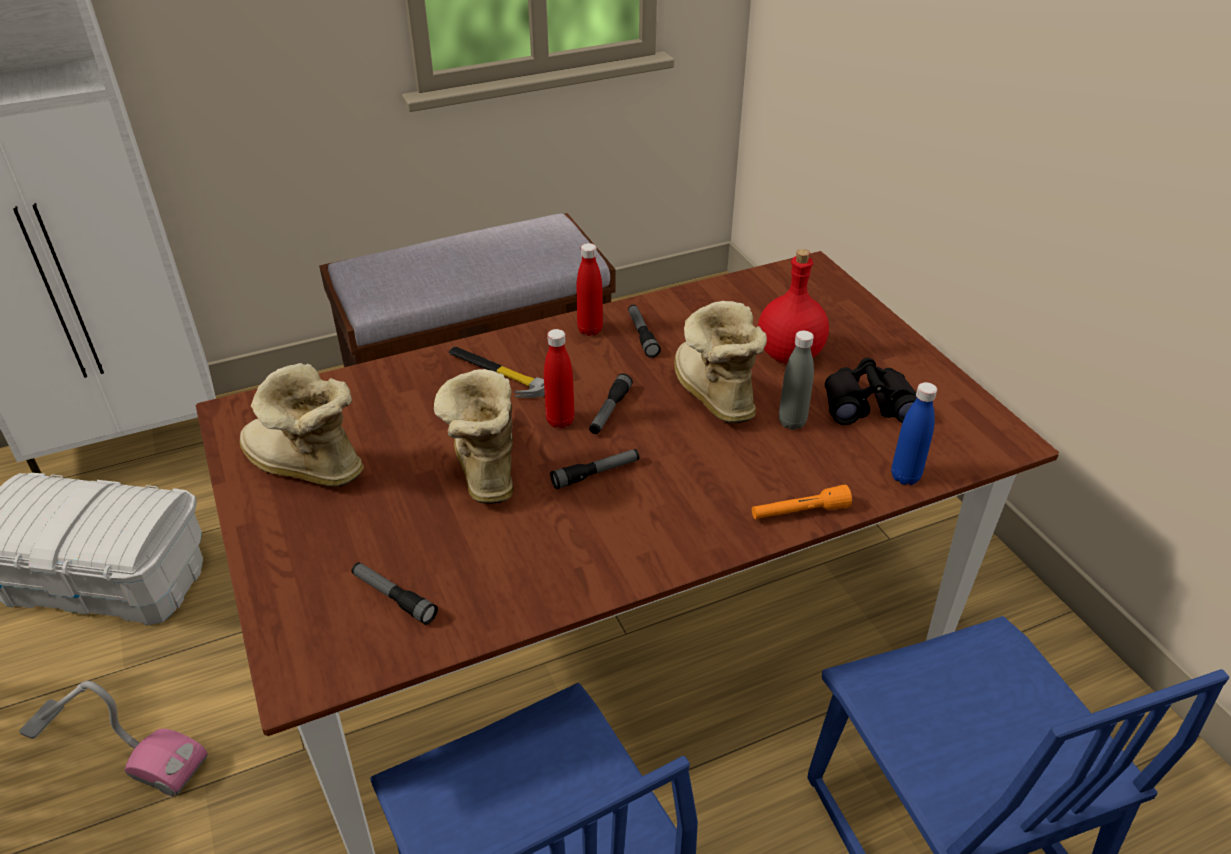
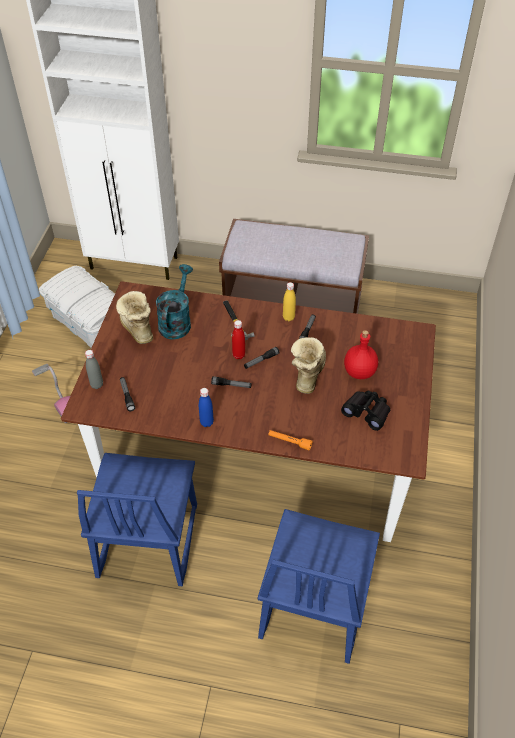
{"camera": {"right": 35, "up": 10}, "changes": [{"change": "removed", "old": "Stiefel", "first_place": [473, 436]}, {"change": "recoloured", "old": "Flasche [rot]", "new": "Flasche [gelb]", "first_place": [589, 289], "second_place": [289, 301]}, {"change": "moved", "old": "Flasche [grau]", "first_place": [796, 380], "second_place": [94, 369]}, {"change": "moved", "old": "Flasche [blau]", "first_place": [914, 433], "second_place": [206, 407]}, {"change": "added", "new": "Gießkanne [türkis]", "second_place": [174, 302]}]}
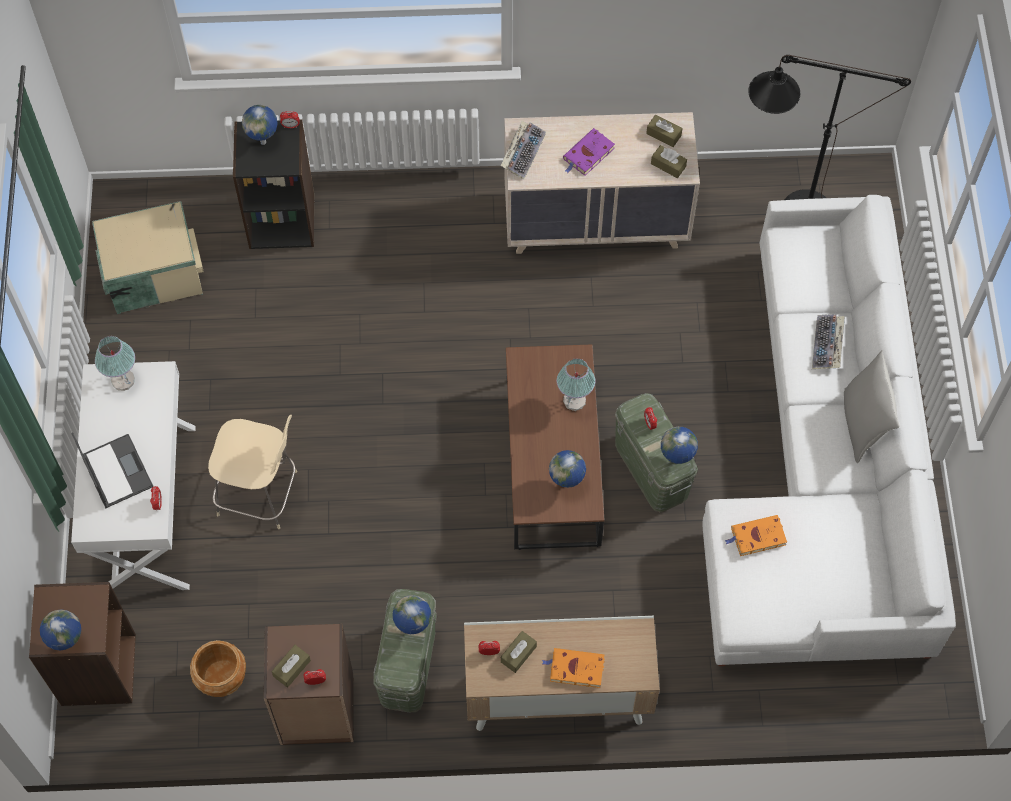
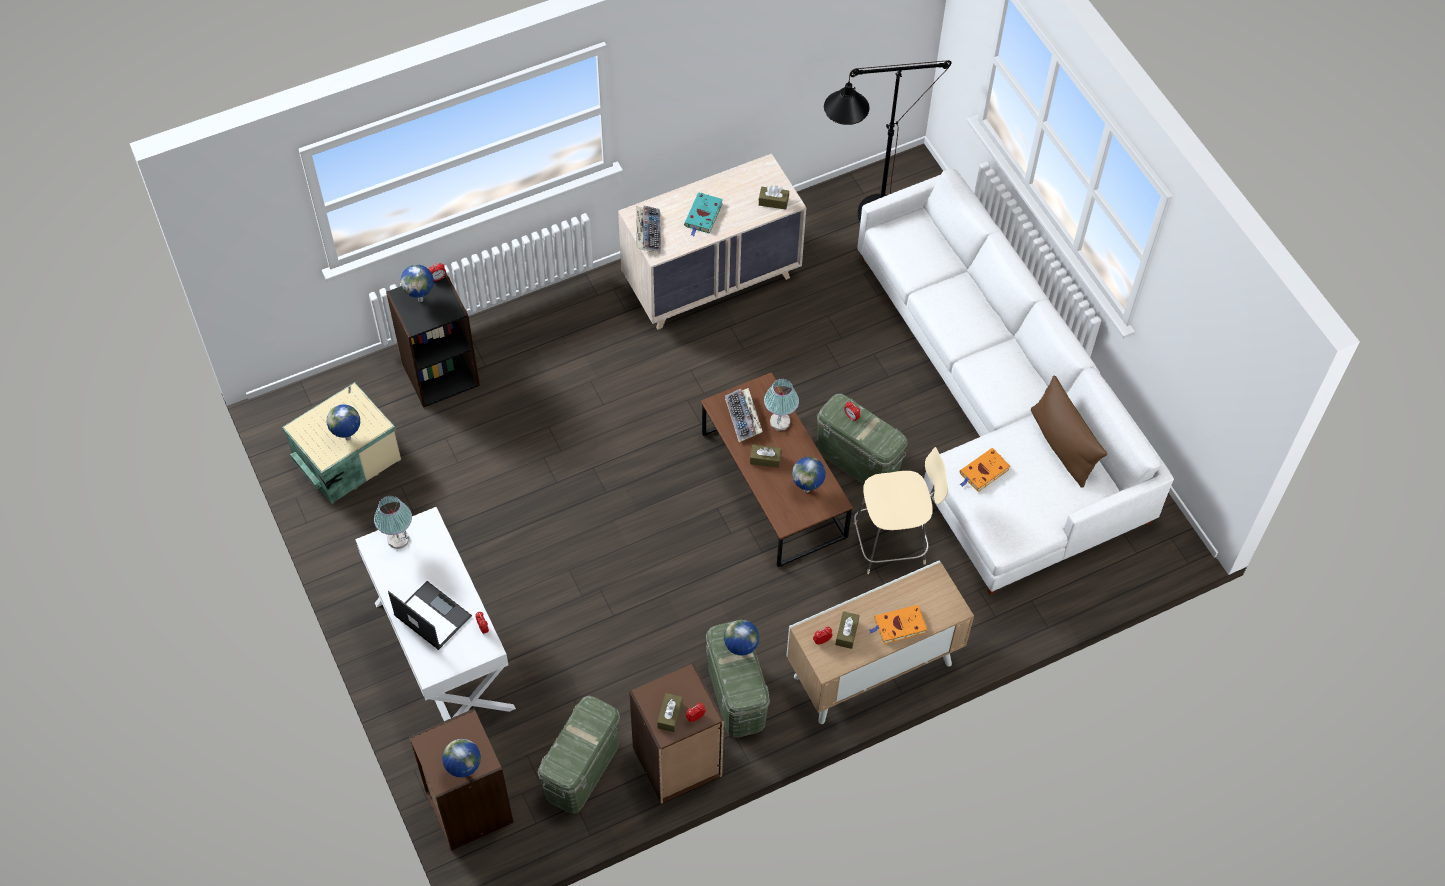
{"camera": {"right": -25, "up": -5}, "changes": [{"change": "replaced", "old": "Pflanzkübel [braun]", "new": "Aufbewahrungsbox [grün]", "first_place": [218, 668], "second_place": [579, 755]}, {"change": "moved", "old": "Stuhl [beige]", "first_place": [252, 472], "second_place": [901, 510]}, {"change": "recoloured", "old": "Buch [lila]", "new": "Buch [türkis]", "first_place": [589, 152], "second_place": [703, 214]}, {"change": "moved", "old": "Taschentuchbox [braun]", "first_place": [664, 131], "second_place": [766, 456]}, {"change": "moved", "old": "Globus", "first_place": [679, 445], "second_place": [343, 422]}, {"change": "moved", "old": "Tastatur", "first_place": [828, 341], "second_place": [744, 415]}, {"change": "removed", "old": "Kissen [grau]", "first_place": [871, 406]}, {"change": "added", "new": "Kissen [braun]", "second_place": [1069, 431]}]}
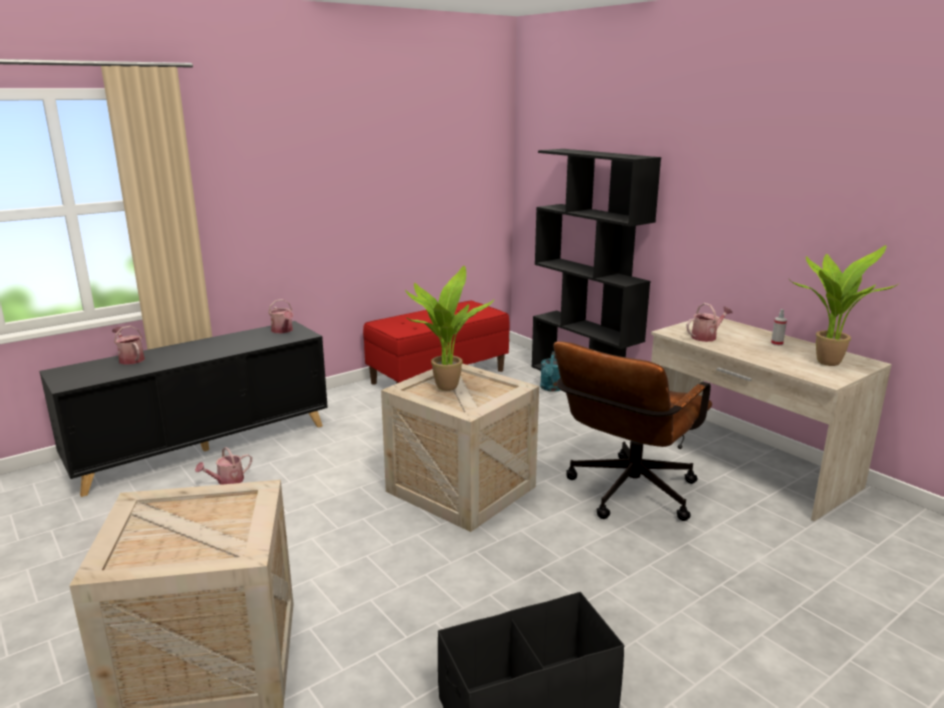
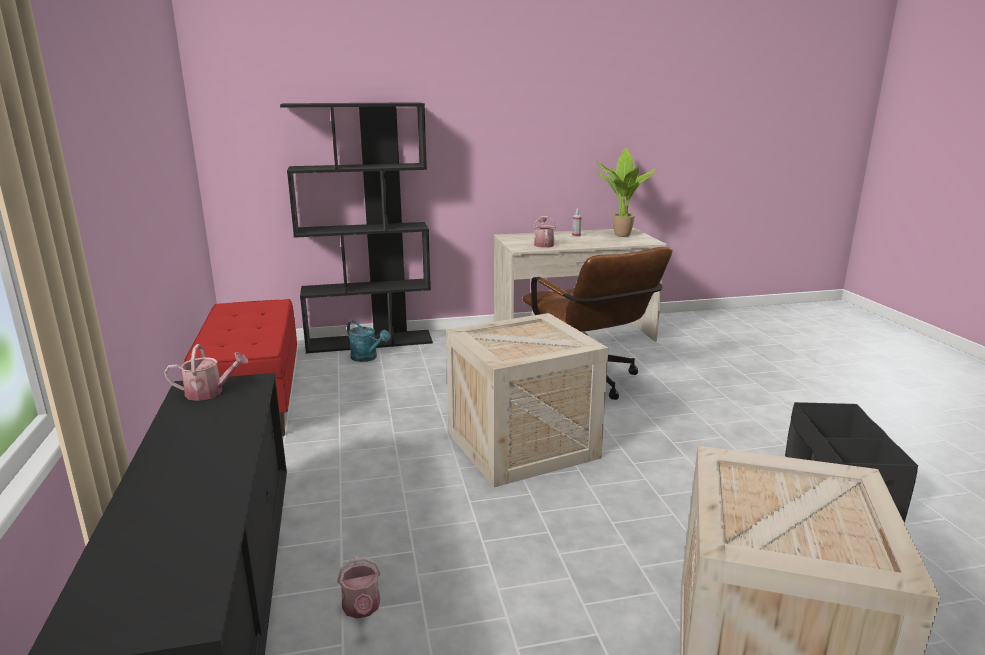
{"camera": {"right": -65, "up": 0}, "changes": [{"change": "removed", "old": "Gießkanne", "first_place": [128, 345]}, {"change": "removed", "old": "Topfpflanze", "first_place": [449, 328]}]}
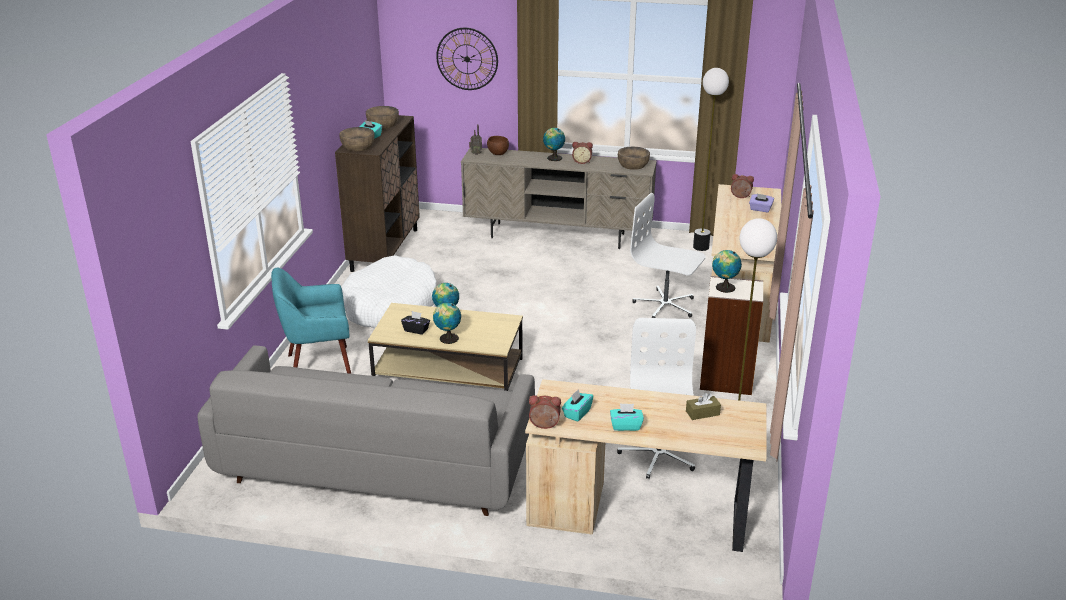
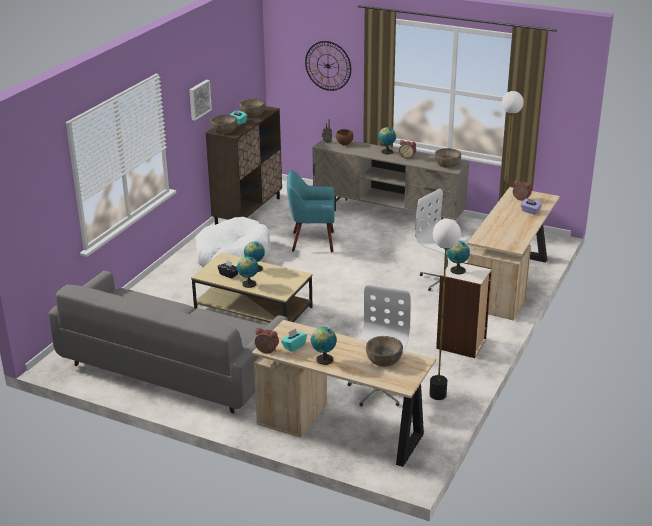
{"camera": {"right": 15, "up": 0}, "changes": [{"change": "moved", "old": "Sessel [türkis]", "first_place": [311, 321], "second_place": [311, 211]}, {"change": "replaced", "old": "Taschentuchbox [türkis]", "new": "Globus", "first_place": [627, 417], "second_place": [324, 346]}, {"change": "replaced", "old": "Taschentuchbox [braun]", "new": "Schüssel [braun]", "first_place": [703, 406], "second_place": [384, 351]}, {"change": "added", "new": "Bild", "second_place": [200, 100]}]}
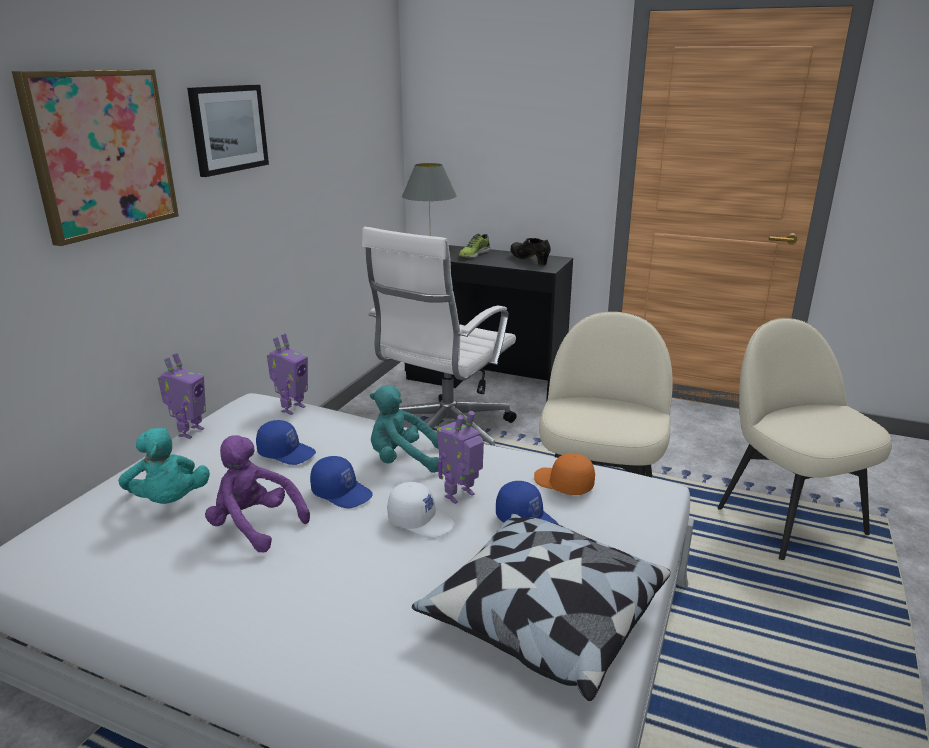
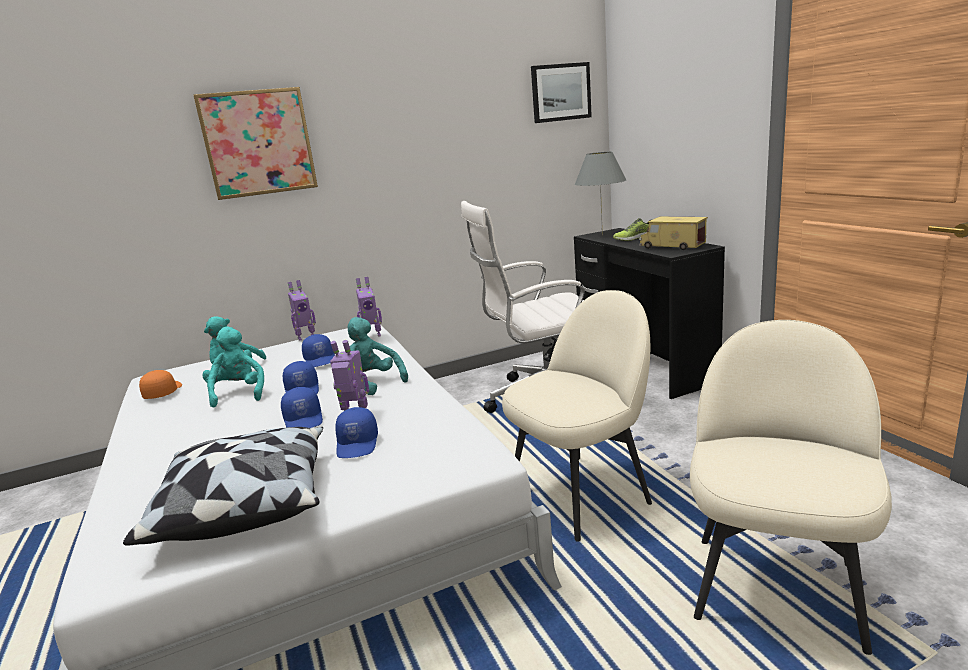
{"camera": {"right": 45, "up": -5}, "changes": [{"change": "moved", "old": "Bild", "first_place": [228, 131], "second_place": [561, 92]}, {"change": "recoloured", "old": "Plüschtier [lila]", "new": "Plüschtier [türkis]", "first_place": [257, 493], "second_place": [233, 367]}, {"change": "recoloured", "old": "Kappe [weiß]", "new": "Kappe [blau]", "first_place": [421, 510], "second_place": [302, 407]}, {"change": "replaced", "old": "Schuh [schwarz]", "new": "Spielzeuglaster", "first_place": [530, 251], "second_place": [673, 233]}, {"change": "moved", "old": "Kappe [orange]", "first_place": [564, 474], "second_place": [160, 384]}]}
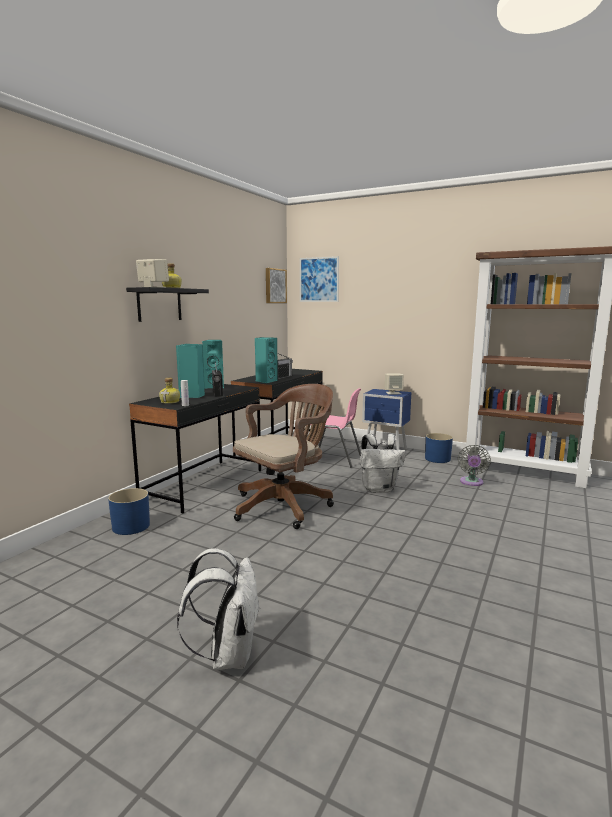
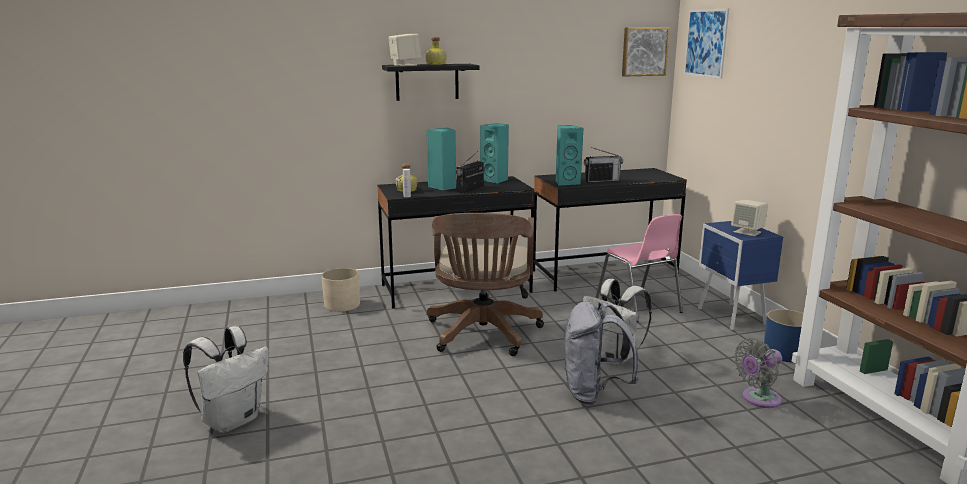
{"camera": {"right": 45, "up": 5}, "changes": [{"change": "recoloured", "old": "Pflanzkübel [blau]", "new": "Pflanzkübel [beige]", "first_place": [129, 511], "second_place": [340, 290]}, {"change": "turned", "old": "Bürostuhl [braun]", "first_place": [283, 456], "second_place": [485, 284], "degrees": 90}, {"change": "added", "new": "Rucksack [grau]", "second_place": [601, 353]}]}
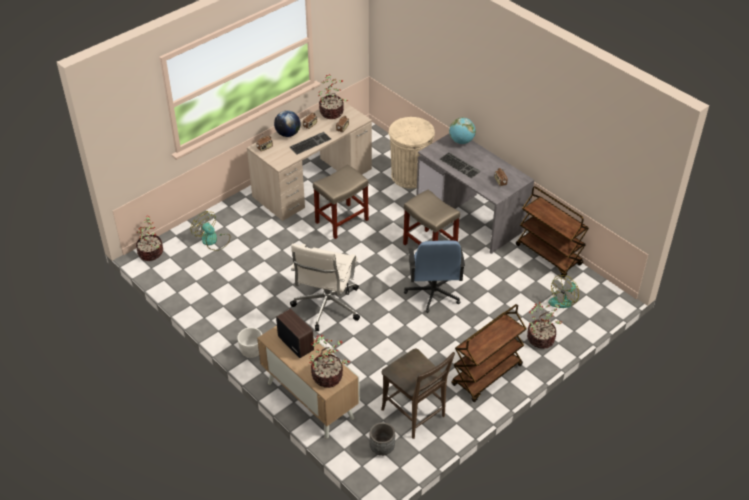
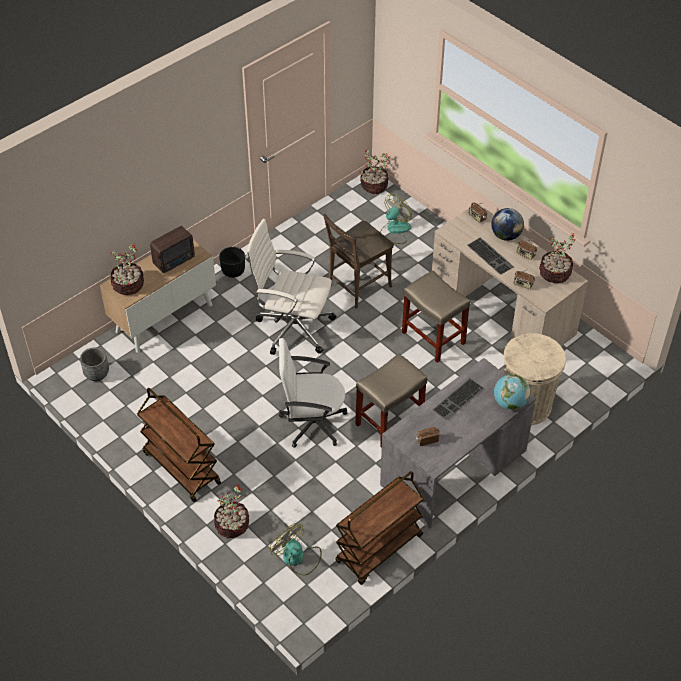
{"camera": {"right": 90, "up": 5}, "changes": [{"change": "recoloured", "old": "Pflanzkübel [weiß]", "new": "Pflanzkübel [schwarz]", "first_place": [249, 342], "second_place": [232, 262]}, {"change": "moved", "old": "Stuhl [braun]", "first_place": [418, 394], "second_place": [358, 261]}, {"change": "recoloured", "old": "Bürostuhl [blau]", "new": "Bürostuhl [weiß]", "first_place": [434, 277], "second_place": [313, 393]}]}
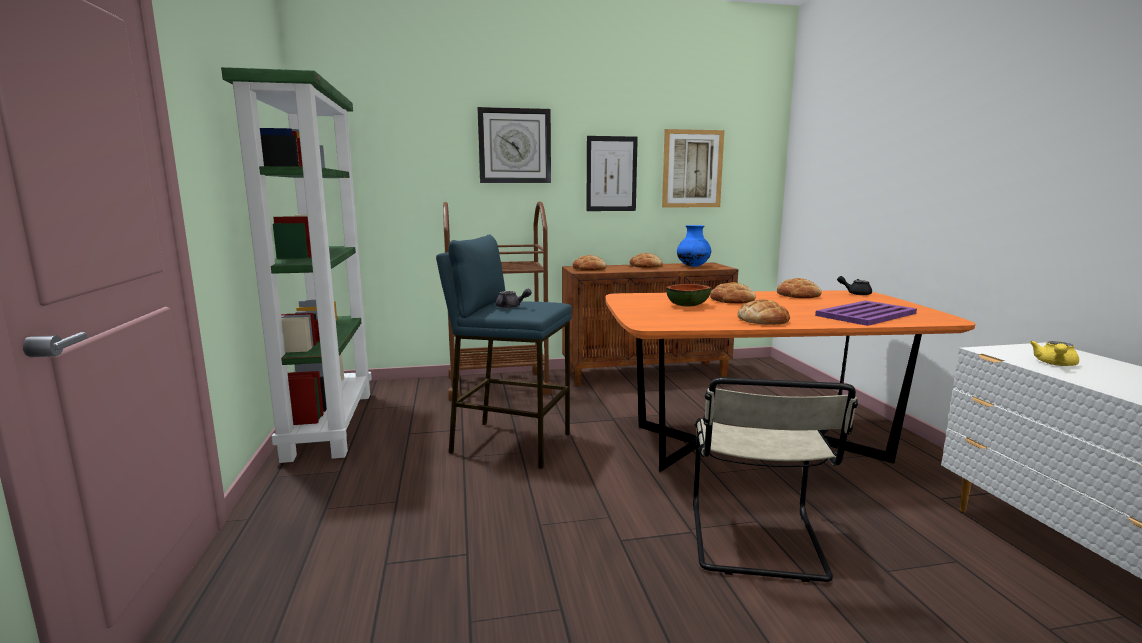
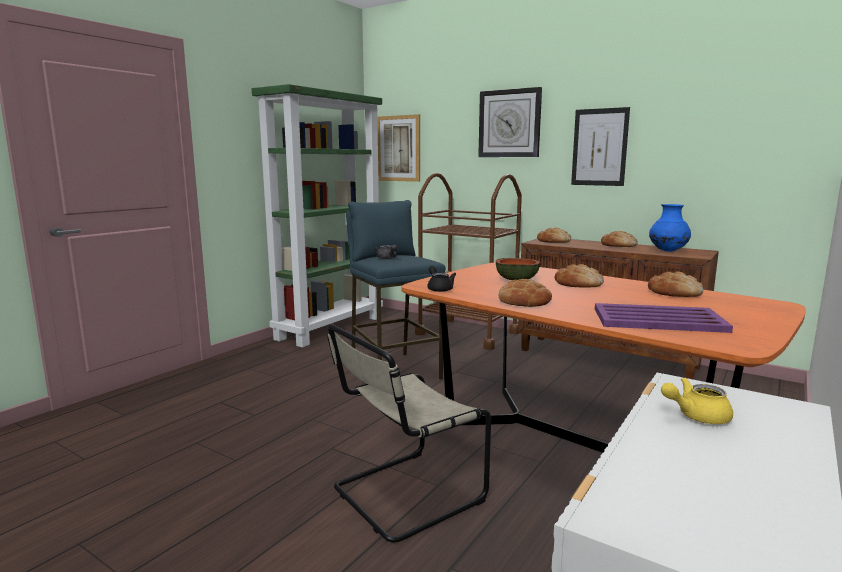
{"camera": {"right": 45, "up": 0}, "changes": [{"change": "moved", "old": "Bild", "first_place": [693, 168], "second_place": [398, 148]}, {"change": "moved", "old": "Teekanne [schwarz]", "first_place": [854, 285], "second_place": [441, 279]}]}
